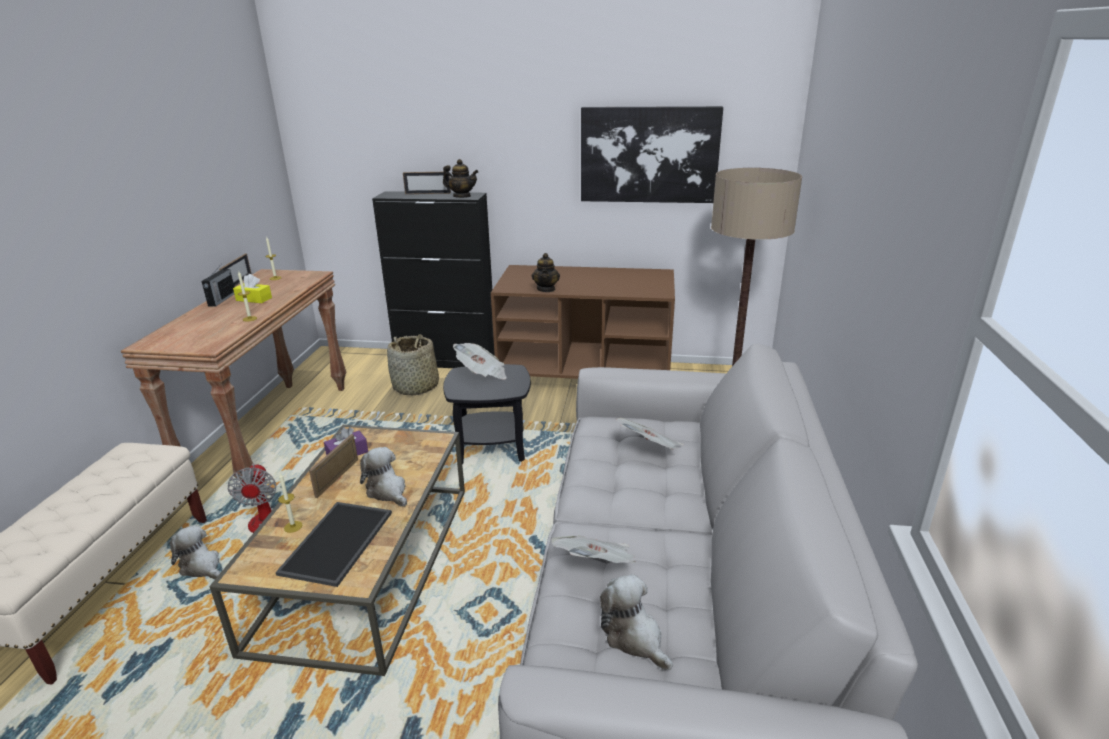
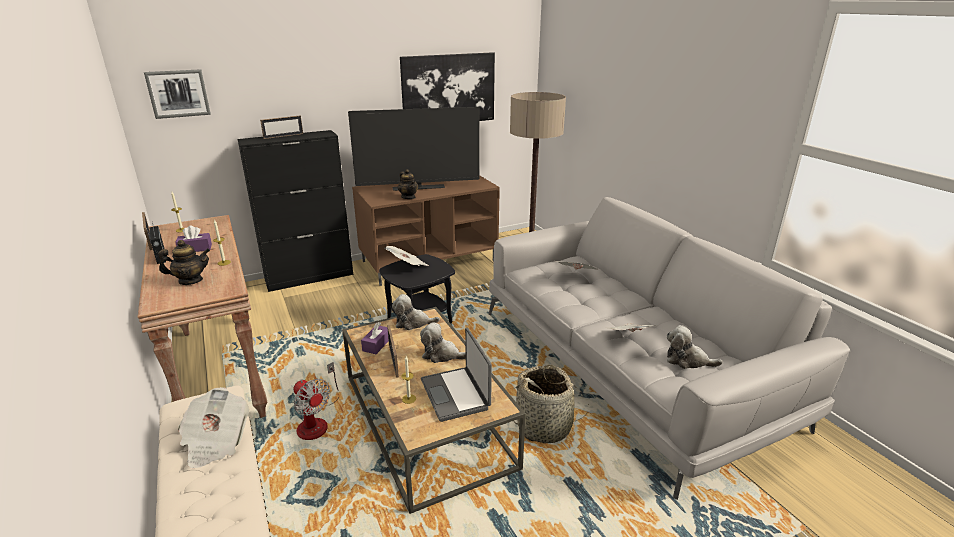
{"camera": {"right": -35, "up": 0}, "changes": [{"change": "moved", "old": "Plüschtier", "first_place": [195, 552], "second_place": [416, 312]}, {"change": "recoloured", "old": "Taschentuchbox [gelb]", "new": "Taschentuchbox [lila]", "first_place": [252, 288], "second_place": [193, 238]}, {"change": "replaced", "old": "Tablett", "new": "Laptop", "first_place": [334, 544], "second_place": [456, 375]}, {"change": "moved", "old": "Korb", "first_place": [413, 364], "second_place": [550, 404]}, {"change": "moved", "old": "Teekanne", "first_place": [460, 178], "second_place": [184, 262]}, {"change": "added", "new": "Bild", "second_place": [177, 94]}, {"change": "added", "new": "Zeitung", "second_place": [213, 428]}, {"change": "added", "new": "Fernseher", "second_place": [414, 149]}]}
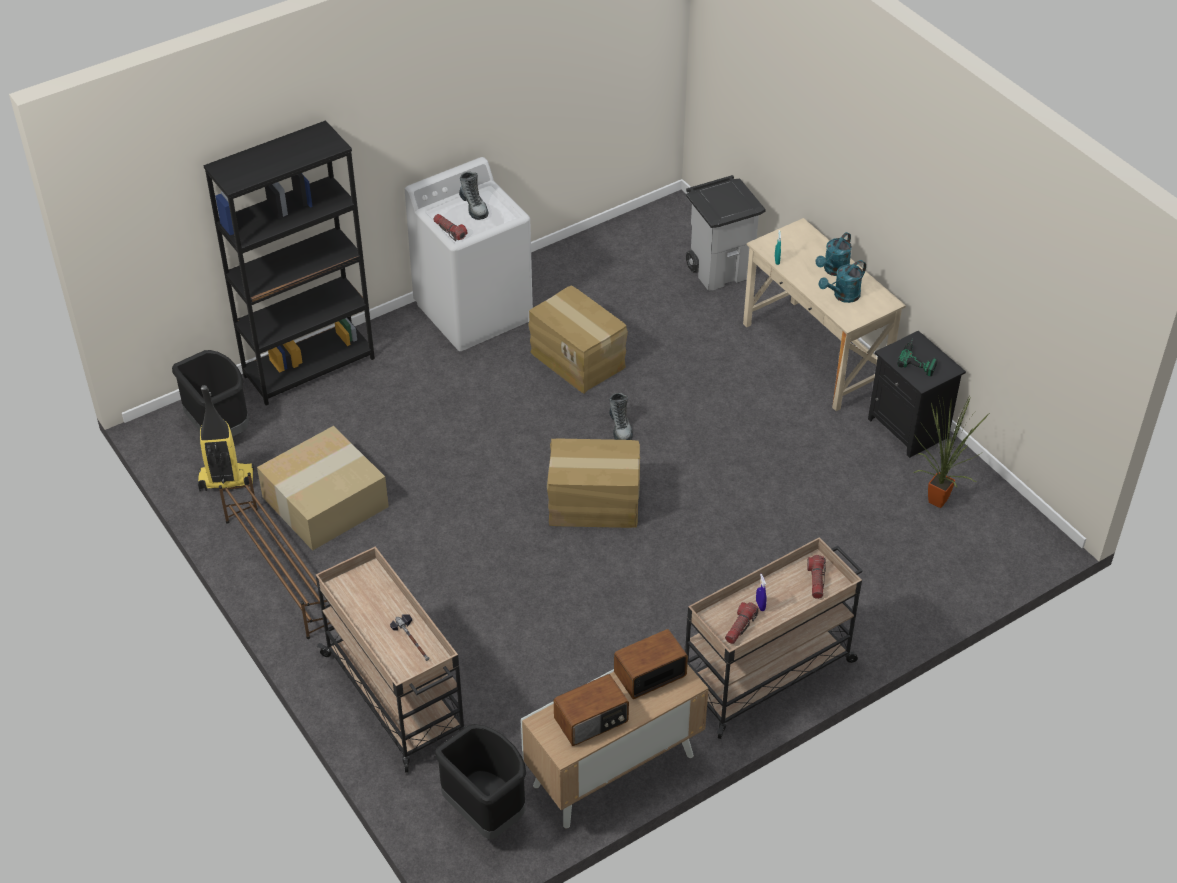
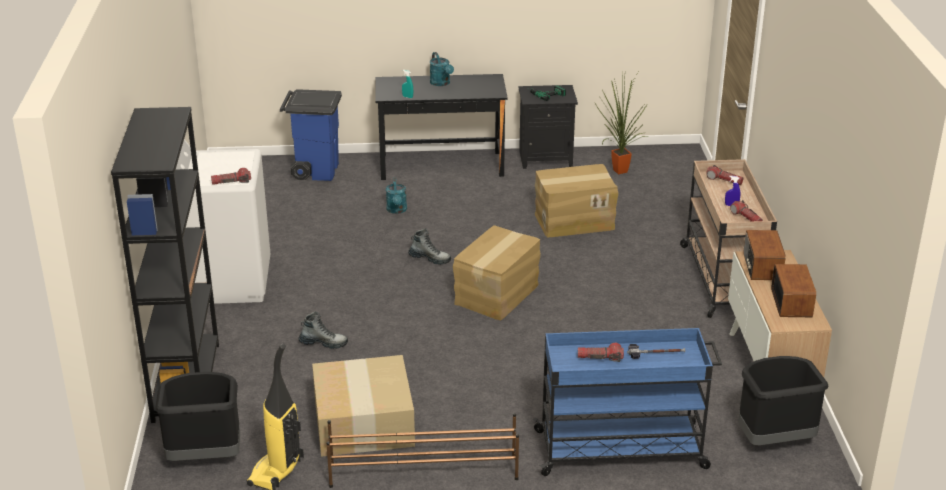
{"camera": {"right": -60, "up": -15}, "changes": [{"change": "recoloured", "old": "Rollwagen [beige]", "new": "Rollwagen [blau]", "first_place": [391, 659], "second_place": [627, 402]}, {"change": "moved", "old": "Stiefel", "first_place": [474, 196], "second_place": [323, 330]}, {"change": "moved", "old": "Karton", "first_place": [578, 339], "second_place": [576, 200]}, {"change": "recoloured", "old": "Mülleimer [grau]", "new": "Mülleimer [blau]", "first_place": [726, 233], "second_place": [311, 135]}, {"change": "recoloured", "old": "Schreibtisch [beige]", "new": "Schreibtisch [schwarz]", "first_place": [824, 314], "second_place": [441, 127]}, {"change": "moved", "old": "Gießkanne [türkis]", "first_place": [842, 281], "second_place": [396, 196]}, {"change": "added", "new": "Taschenlampe", "second_place": [601, 352]}]}
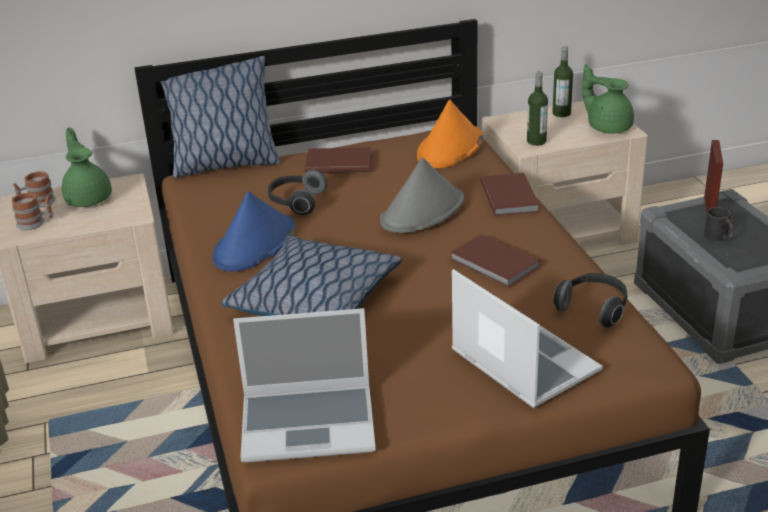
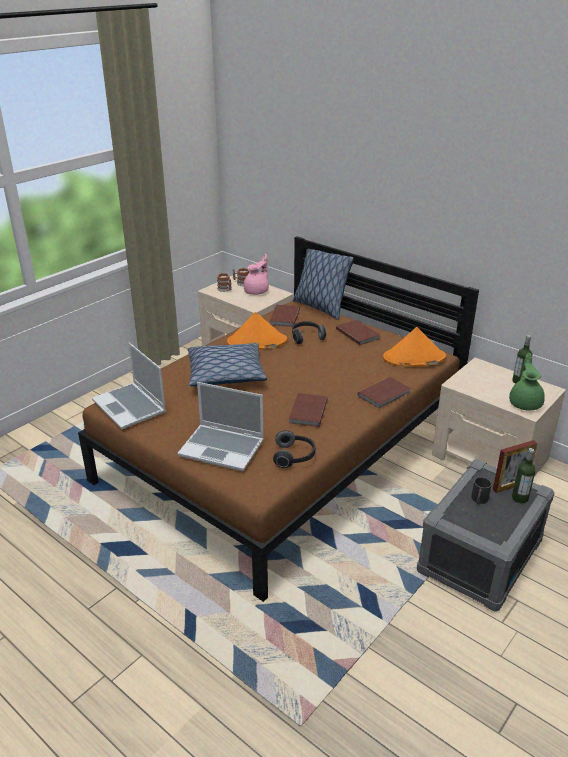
{"camera": {"right": 55, "up": 0}, "changes": [{"change": "recoloured", "old": "Teekanne [grün]", "new": "Teekanne [rosa]", "first_place": [87, 167], "second_place": [256, 274]}, {"change": "recoloured", "old": "Hut [blau]", "new": "Hut [orange]", "first_place": [253, 231], "second_place": [257, 331]}, {"change": "removed", "old": "Hut [grau]", "first_place": [422, 195]}, {"change": "turned", "old": "Laptop", "first_place": [527, 338], "second_place": [220, 426], "degrees": 90}, {"change": "moved", "old": "Flasche", "first_place": [537, 109], "second_place": [524, 475]}, {"change": "added", "new": "Buch [braun]", "second_place": [285, 316]}]}
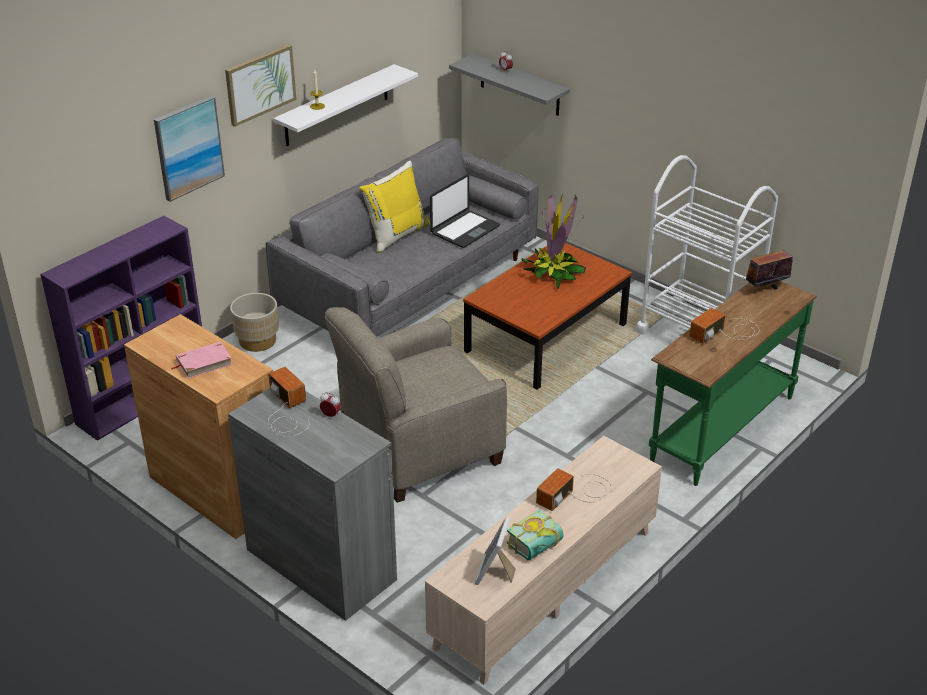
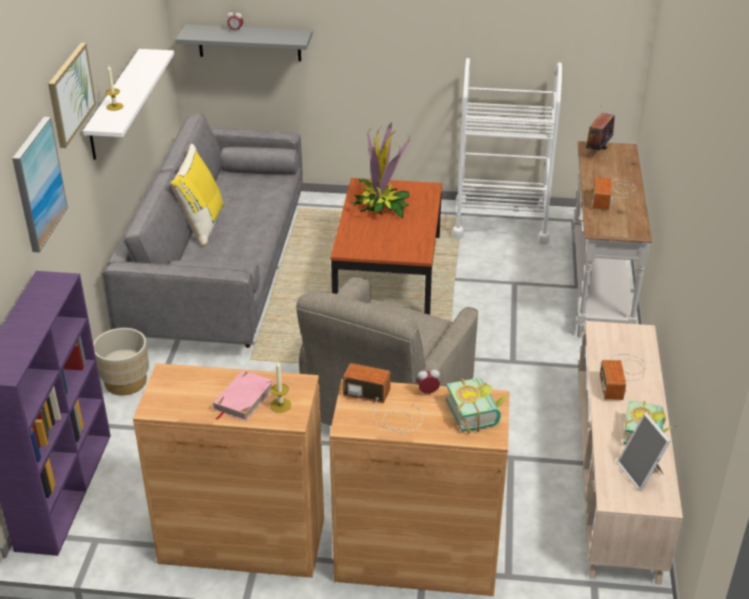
{"camera": {"right": -35, "up": 0}, "changes": [{"change": "recoloured", "old": "Schrank [grau]", "new": "Schrank [braun]", "first_place": [312, 504], "second_place": [419, 487]}, {"change": "removed", "old": "Laptop", "first_place": [465, 211]}, {"change": "recoloured", "old": "Konsolentisch [grün]", "new": "Konsolentisch [weiß]", "first_place": [733, 383], "second_place": [612, 239]}, {"change": "added", "new": "Kerze", "second_place": [281, 387]}, {"change": "added", "new": "Buch", "second_place": [477, 405]}]}
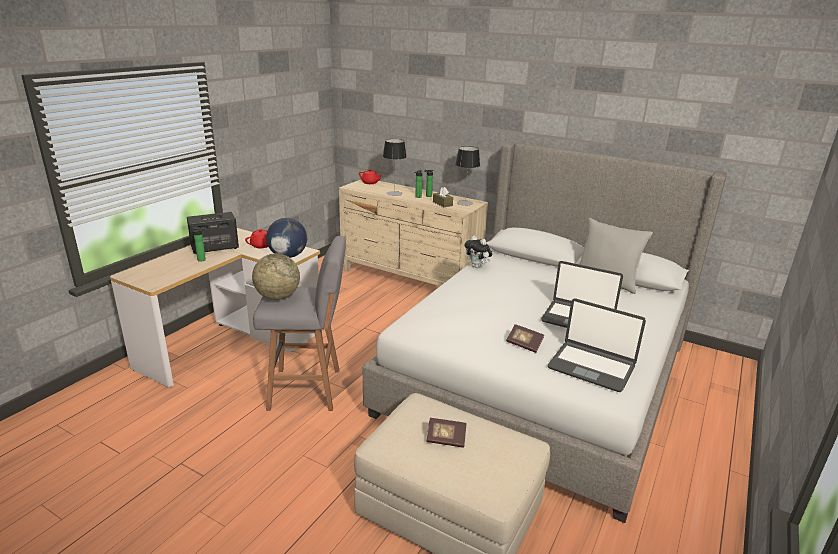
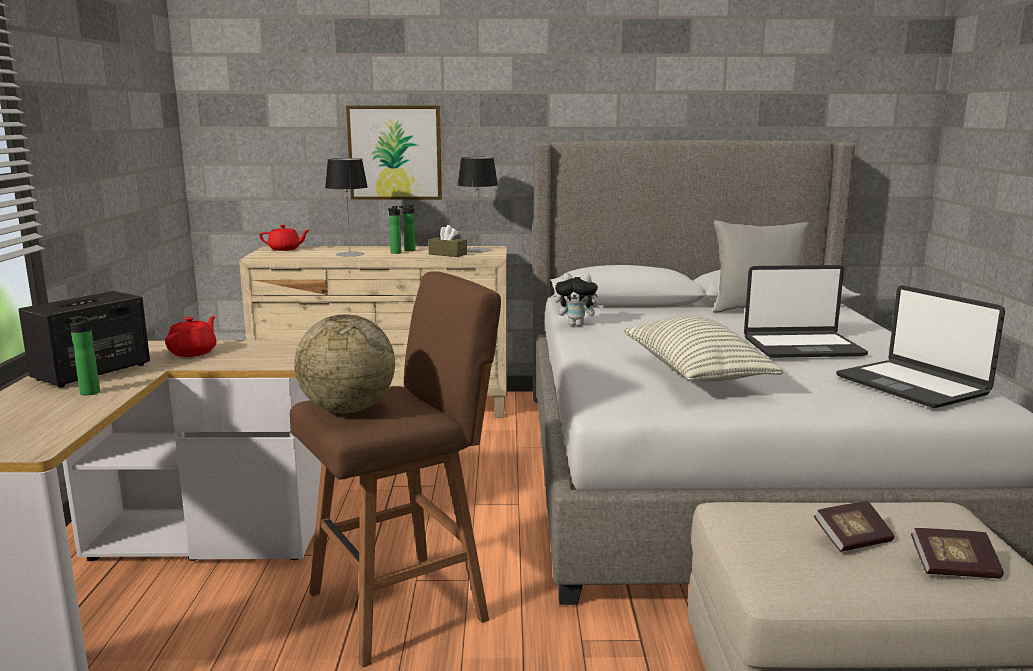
{"camera": {"right": -30, "up": -10}, "changes": [{"change": "recoloured", "old": "Hocker [grau]", "new": "Hocker [braun]", "first_place": [299, 323], "second_place": [395, 469]}, {"change": "removed", "old": "Globus", "first_place": [286, 238]}, {"change": "moved", "old": "Buch", "first_place": [525, 338], "second_place": [957, 553]}, {"change": "turned", "old": "Laptop", "first_place": [597, 345], "second_place": [920, 346], "degrees": 60}, {"change": "added", "new": "Bild", "second_place": [394, 153]}, {"change": "added", "new": "Kissen", "second_place": [703, 349]}]}
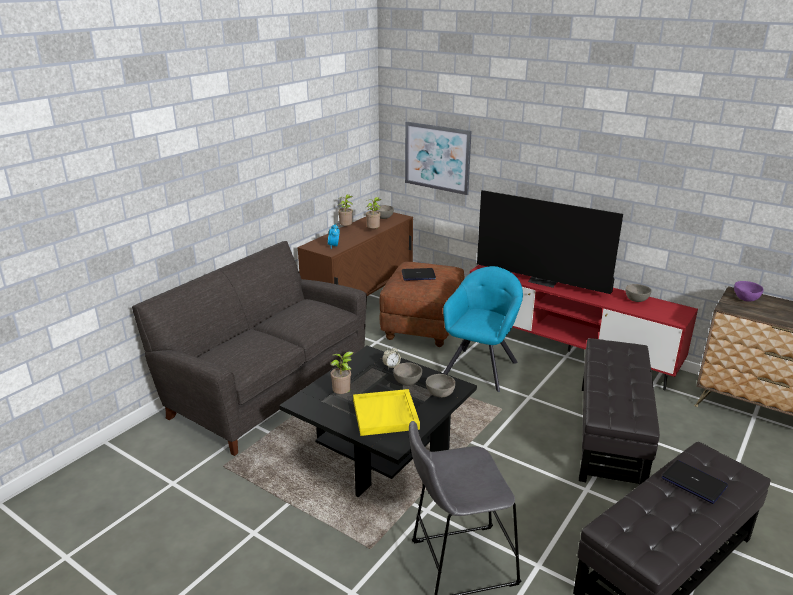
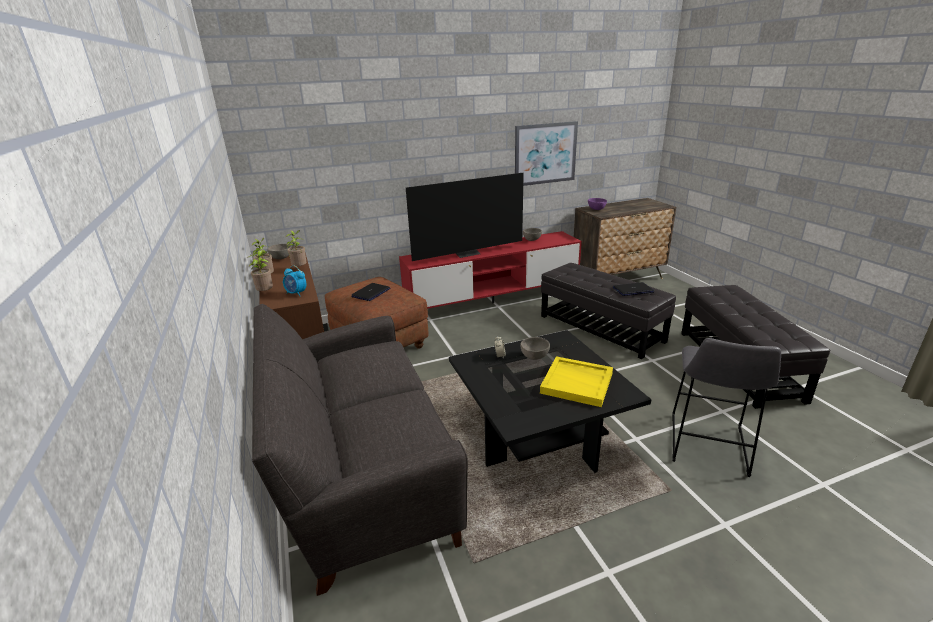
{"camera": {"right": -55, "up": 0}, "changes": [{"change": "moved", "old": "Topfpflanze", "first_place": [341, 373], "second_place": [260, 270]}, {"change": "moved", "old": "Bild", "first_place": [438, 158], "second_place": [546, 153]}, {"change": "removed", "old": "Schüssel [grau]", "first_place": [440, 386]}, {"change": "removed", "old": "Sessel [türkis]", "first_place": [483, 329]}, {"change": "moved", "old": "Laptop", "first_place": [695, 482], "second_place": [633, 289]}]}
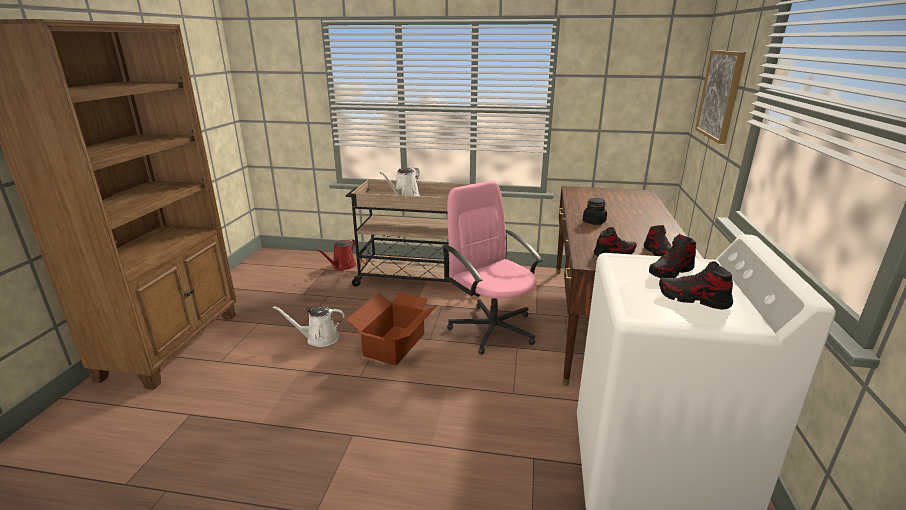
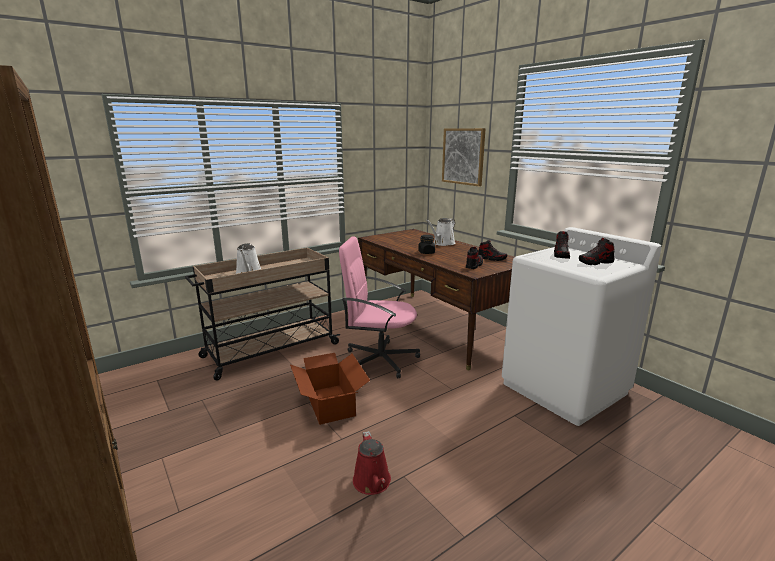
{"camera": {"right": -45, "up": -5}, "changes": [{"change": "moved", "old": "Gießkanne [weiß]", "first_place": [308, 326], "second_place": [440, 232]}, {"change": "moved", "old": "Gießkanne [rot]", "first_place": [336, 254], "second_place": [372, 463]}]}
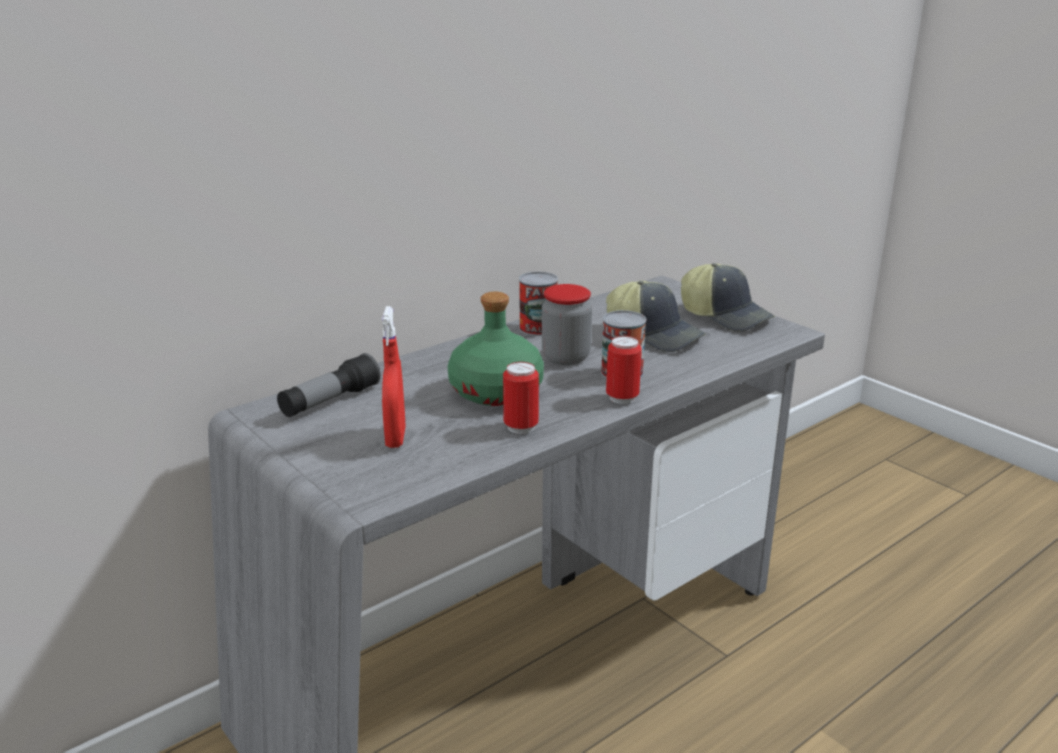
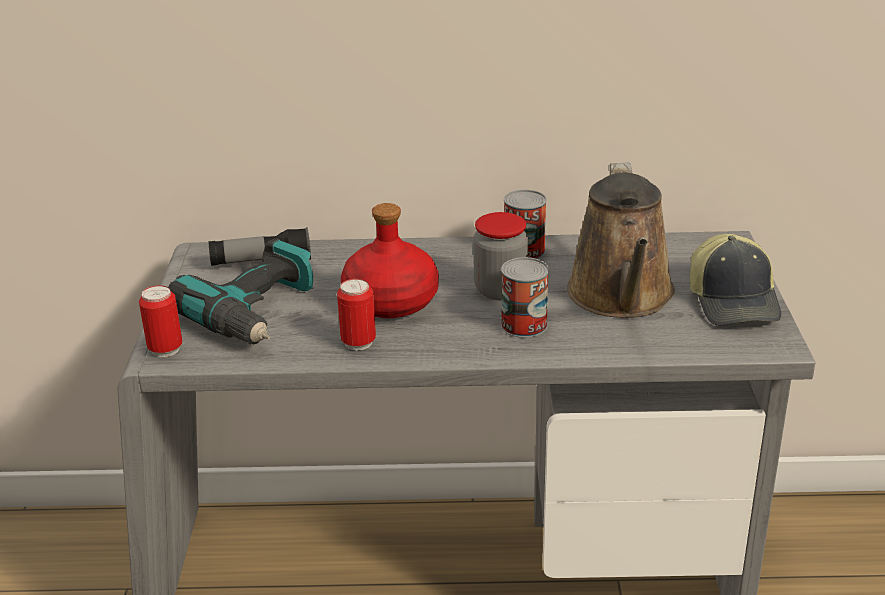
{"camera": {"right": 40, "up": 5}, "changes": [{"change": "replaced", "old": "Sprühflasche [rot]", "new": "Bohrmaschine", "first_place": [394, 377], "second_place": [240, 291]}, {"change": "recoloured", "old": "Flasche [grün]", "new": "Flasche [rot]", "first_place": [496, 349], "second_place": [390, 260]}, {"change": "replaced", "old": "Kappe", "new": "Gießkanne [braun]", "first_place": [656, 316], "second_place": [621, 240]}, {"change": "moved", "old": "Dose", "first_place": [624, 370], "second_place": [161, 321]}]}
